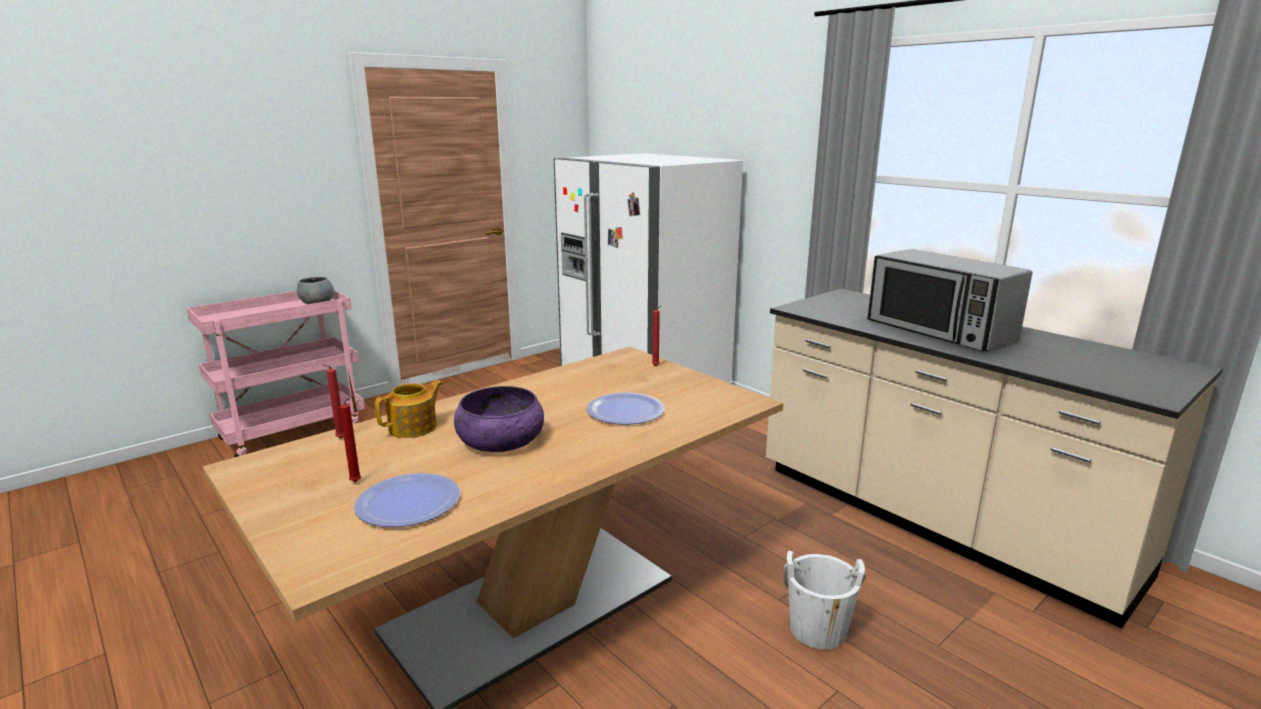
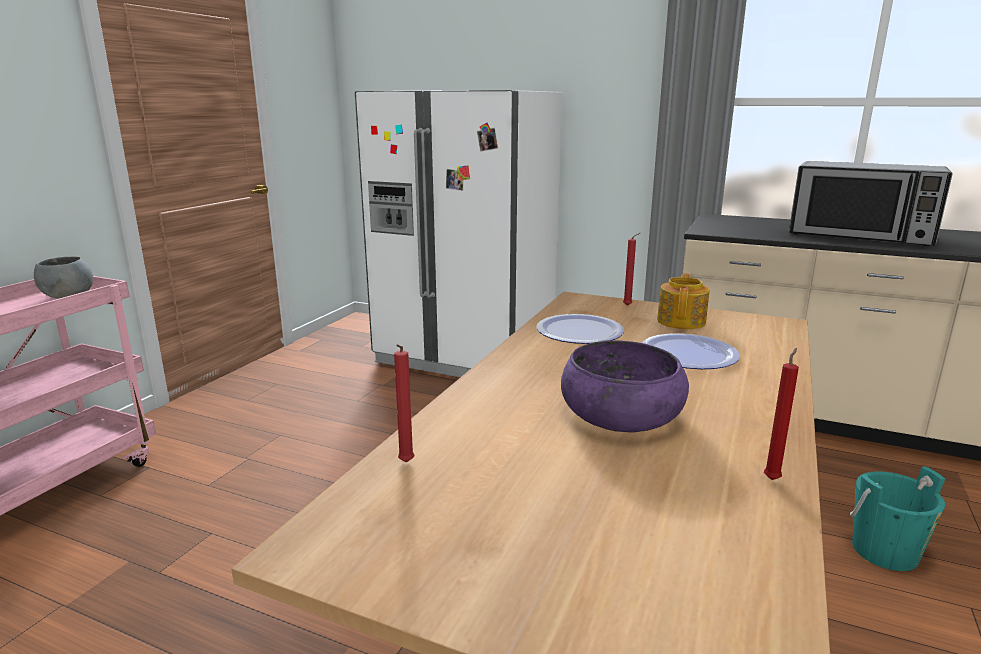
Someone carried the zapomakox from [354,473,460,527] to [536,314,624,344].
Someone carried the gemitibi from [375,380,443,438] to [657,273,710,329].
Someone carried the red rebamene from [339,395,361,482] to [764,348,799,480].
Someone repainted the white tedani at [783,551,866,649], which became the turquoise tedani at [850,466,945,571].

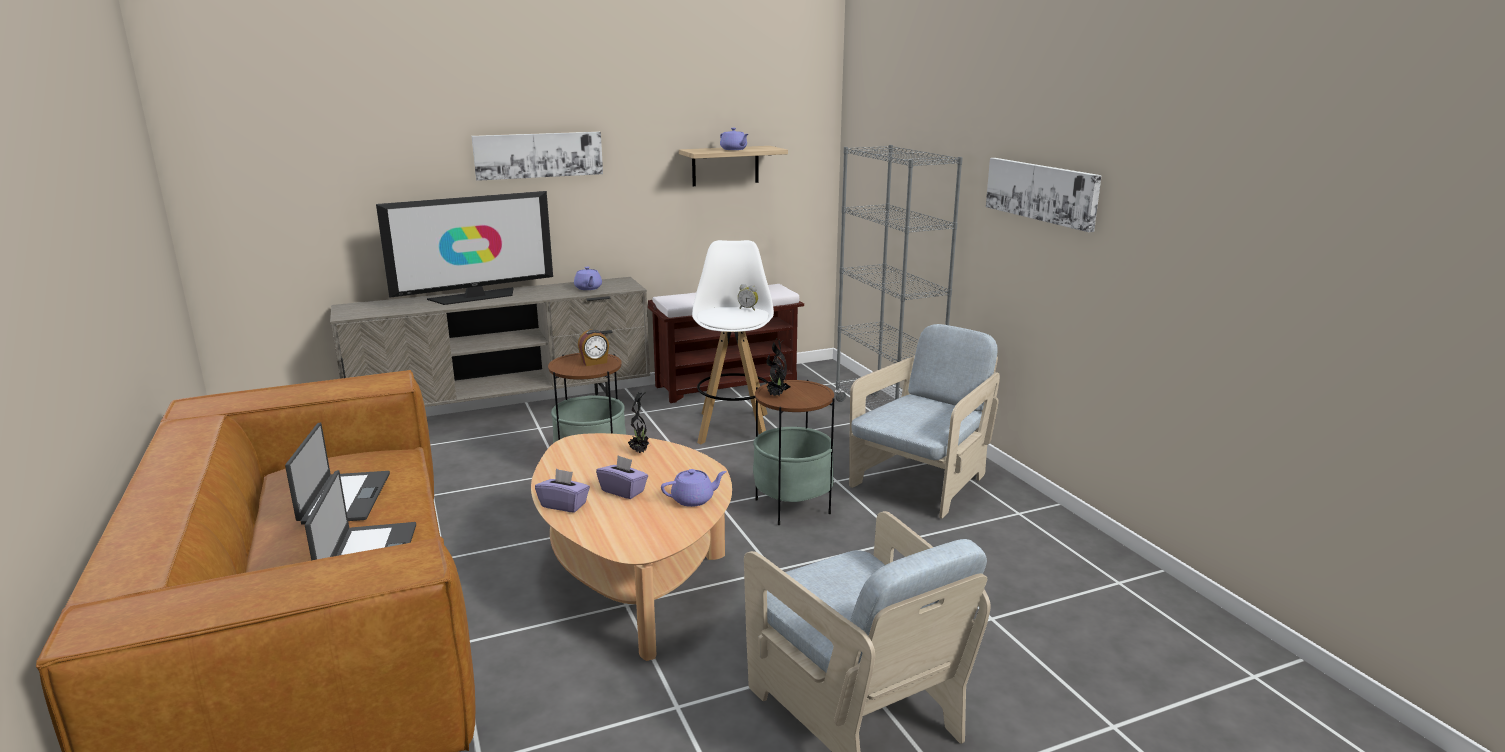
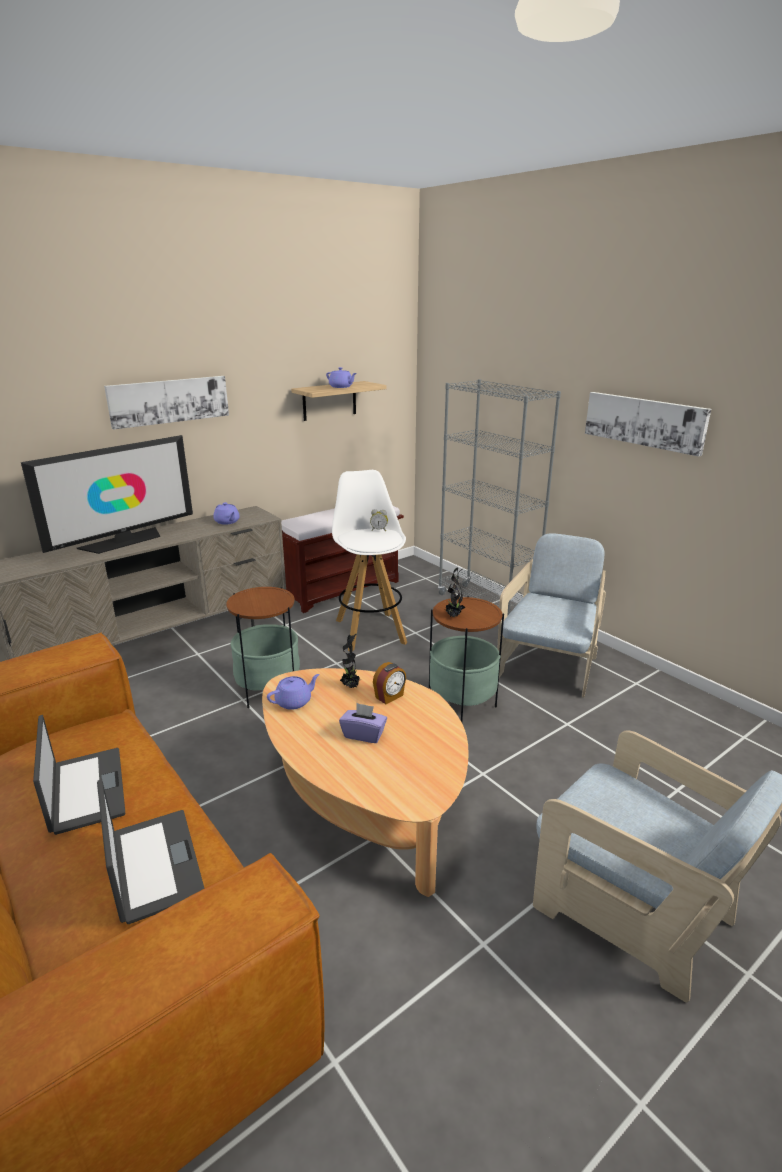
Someone carried the purple gemitibi from [661,469,727,507] to [267,674,320,710].
Someone carried the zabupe from [578,329,609,366] to [373,662,406,704].
Someone took away the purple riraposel at [535,469,590,513].

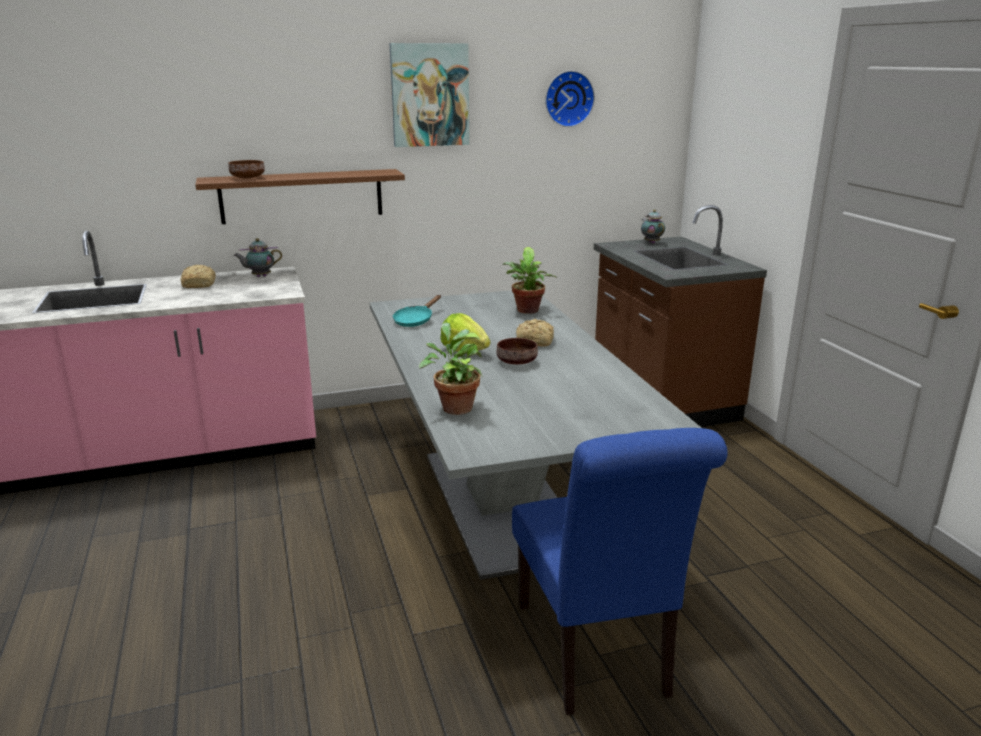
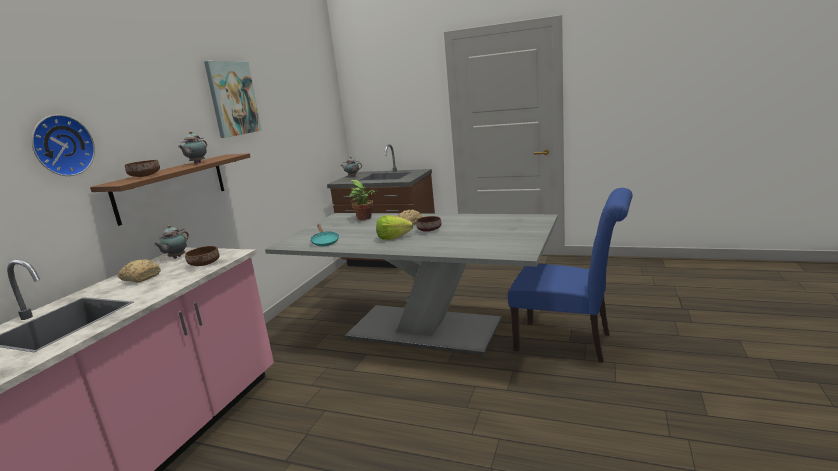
Someone carried the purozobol from [545,70,595,127] to [32,115,95,176].
Someone put down the gemitibi at [178,131,207,164].
Someone put down the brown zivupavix at [185,246,220,266].
Someone took away the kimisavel at [419,323,483,415].

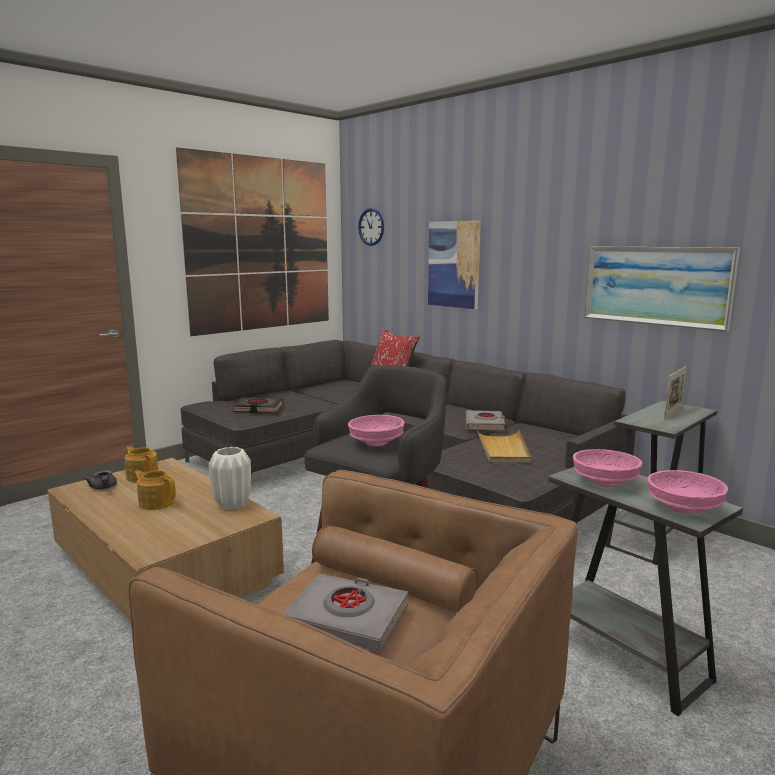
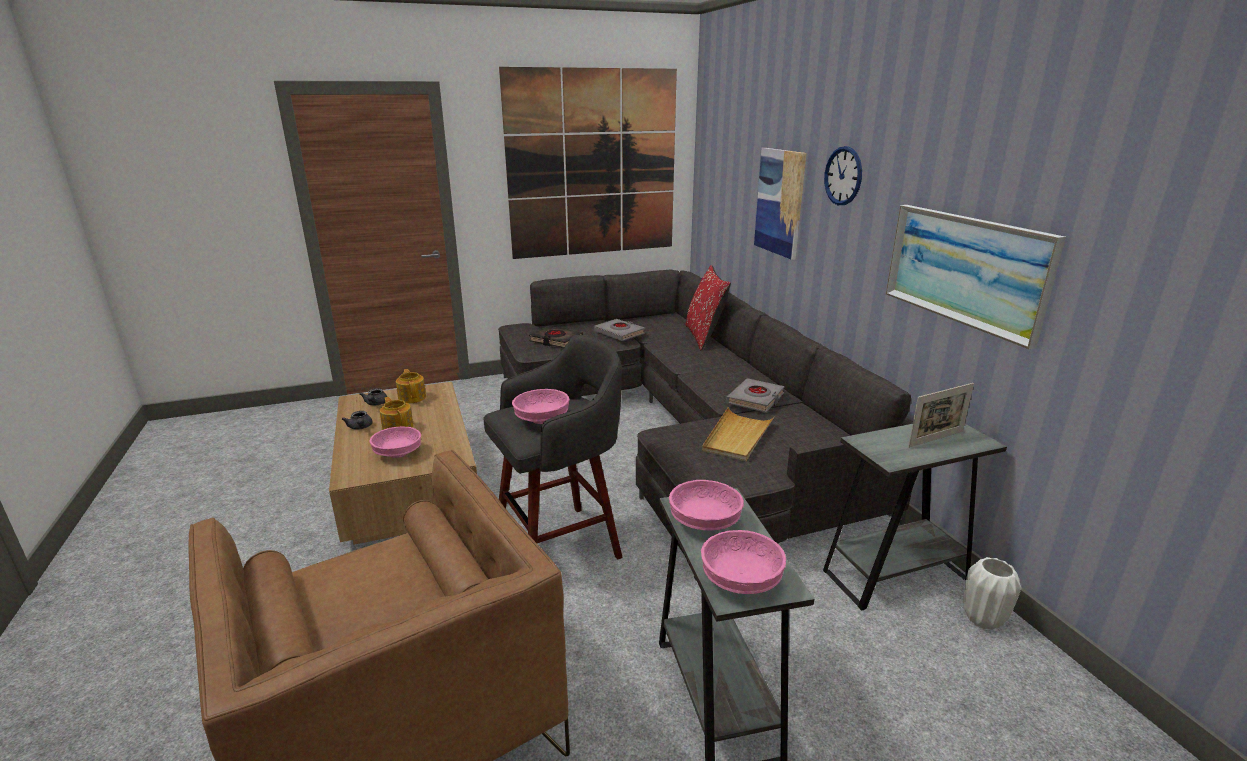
Someone put down the grey gemitibi at [342,411,372,430].
Someone put down the pink zivupavix at [369,427,421,458].
Someone carried the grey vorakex from [282,574,408,652] to [594,319,645,341].
Someone carried the purozobol from [358,208,384,246] to [824,146,862,205].
Someone carried the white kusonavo from [209,447,251,510] to [963,557,1021,630].

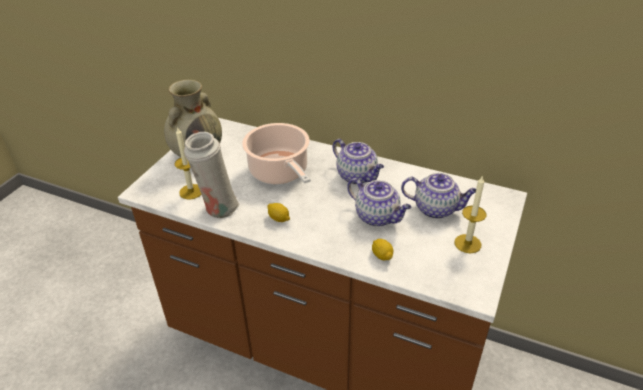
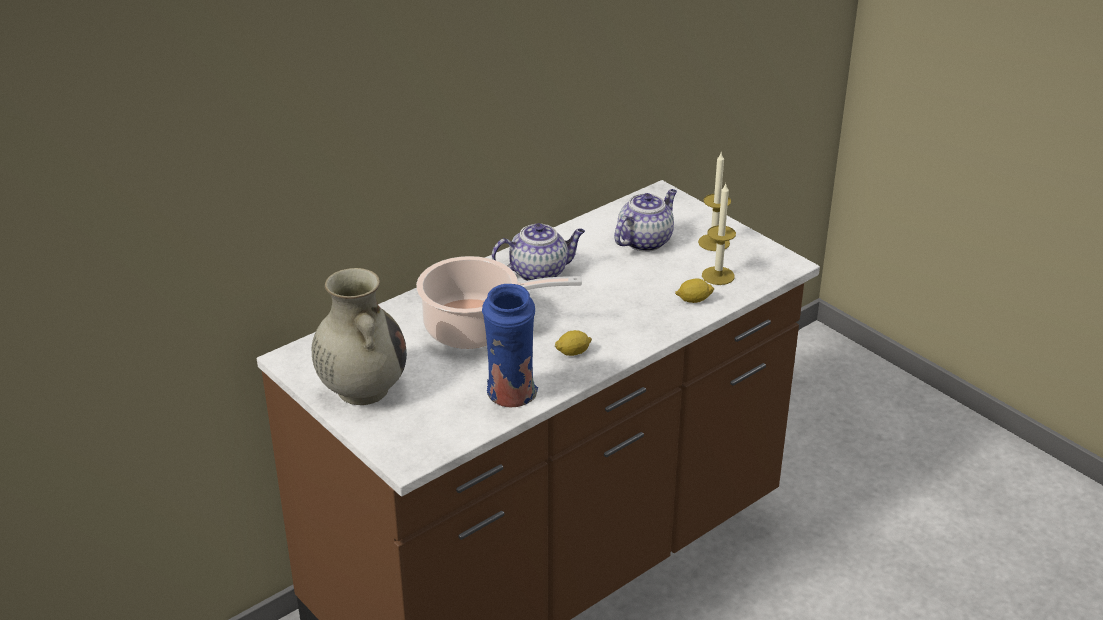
Someone repainted the white kusonavo at [184,132,240,218], which became the blue kusonavo at [482,284,538,407].
Someone carried the rebamene from [175,127,202,199] to [702,184,736,285].
Someone took away the gemitibi at [347,178,412,227].

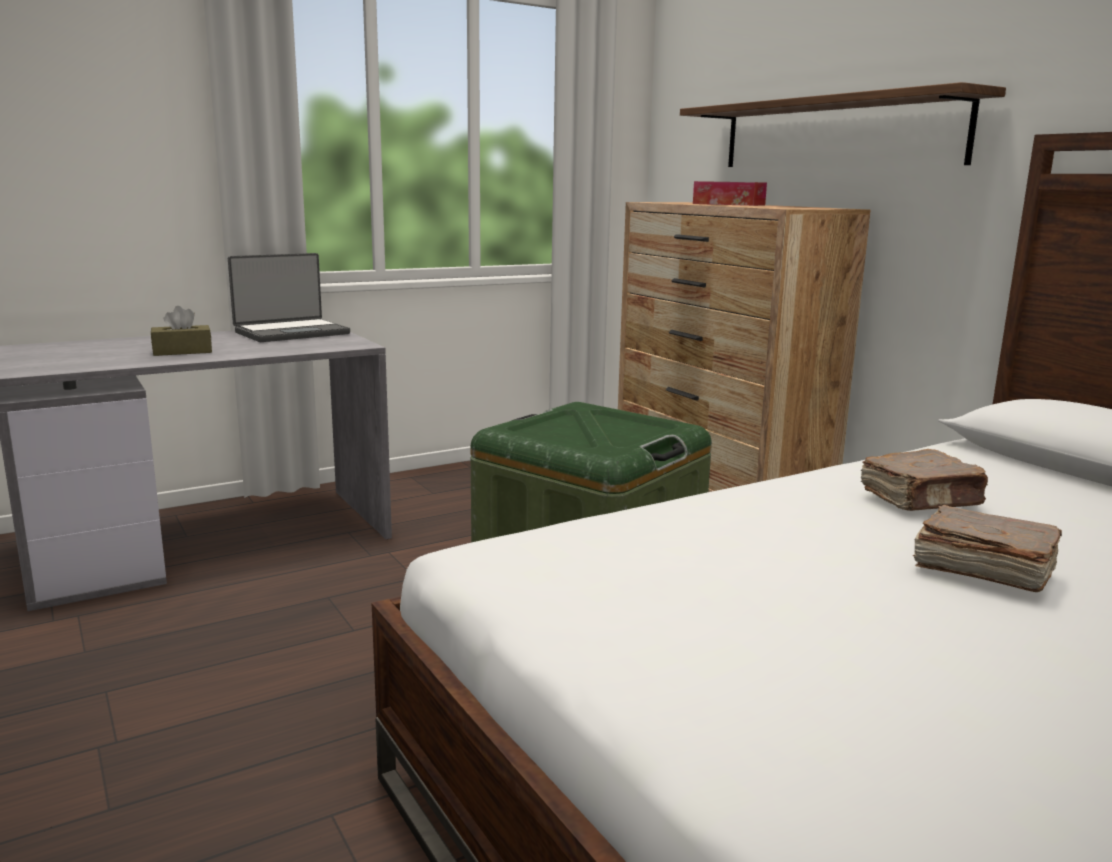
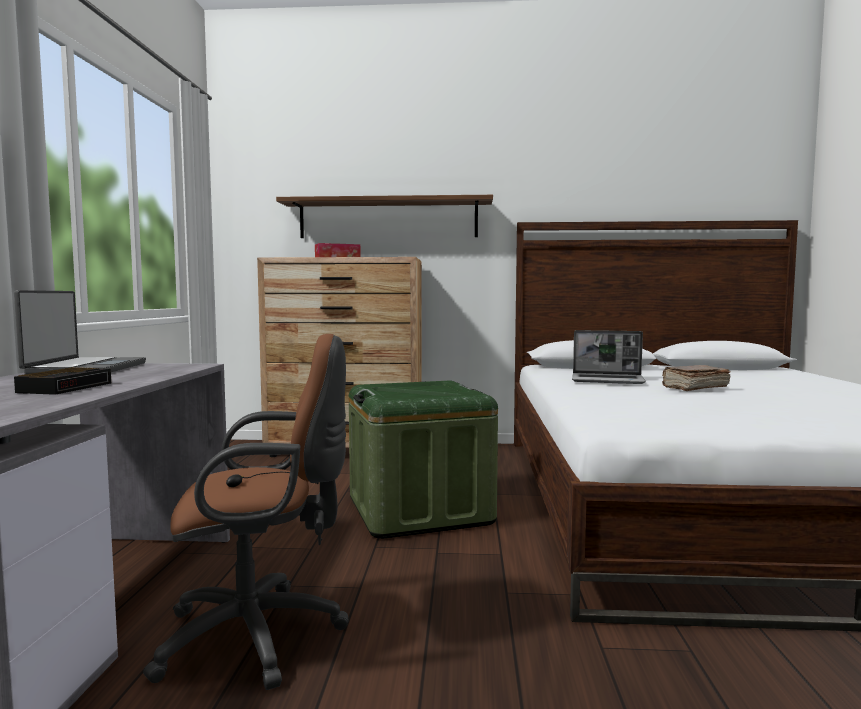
Someone swapped the brown riraposel at [151,306,212,356] for the zabupe at [14,367,111,395].
Someone put down the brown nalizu at [143,334,349,690].
Someone swapped the brown vorakex at [861,449,988,511] for the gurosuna at [572,330,646,384].

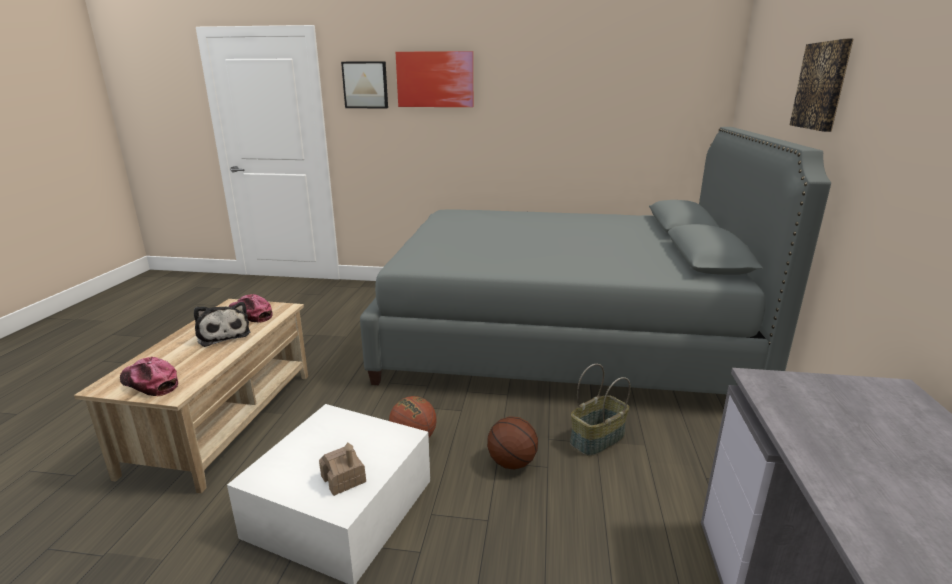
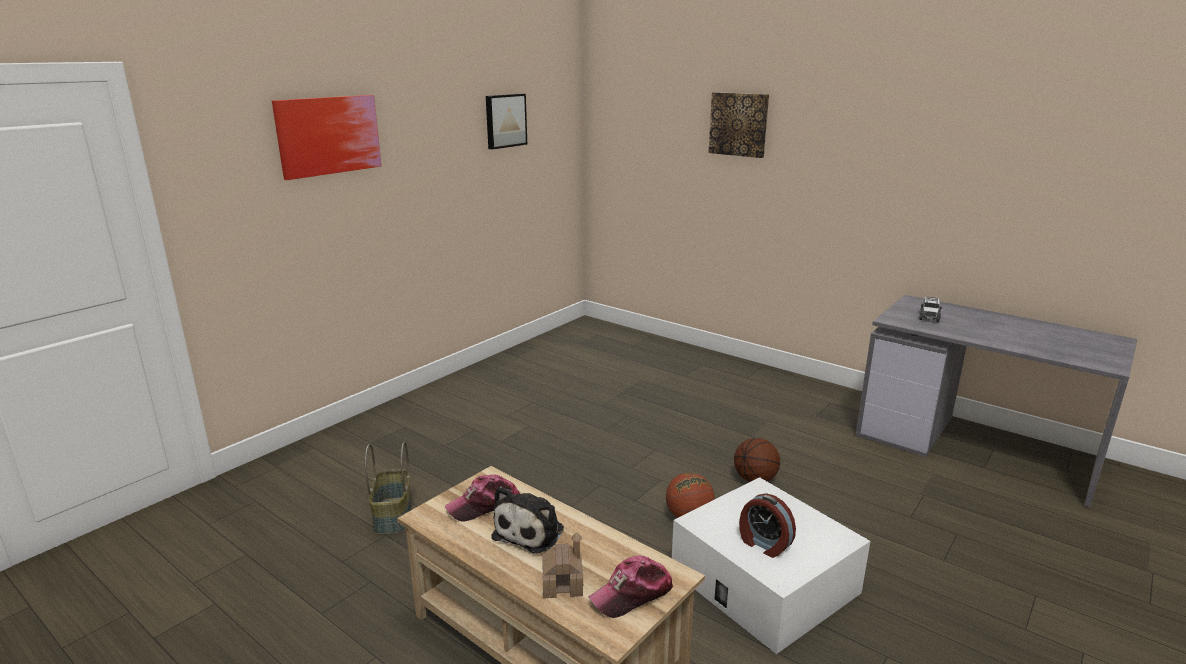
Someone carried the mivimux from [570,364,631,456] to [365,442,411,534].
Someone carried the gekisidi from [341,61,388,109] to [486,94,527,149].
Someone rotated the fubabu at [194,302,251,347] by 120 degrees clockwise.
Someone carried the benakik from [319,443,366,496] to [542,532,583,598].
Someone put down the zabupe at [739,493,796,558].
Someone put down the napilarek at [919,296,942,322].
Someone took away the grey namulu at [360,127,831,394].

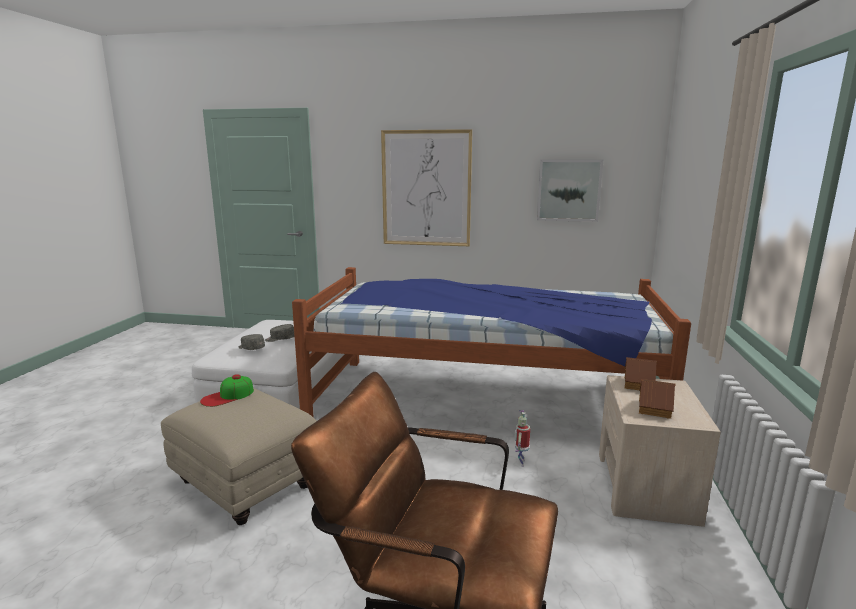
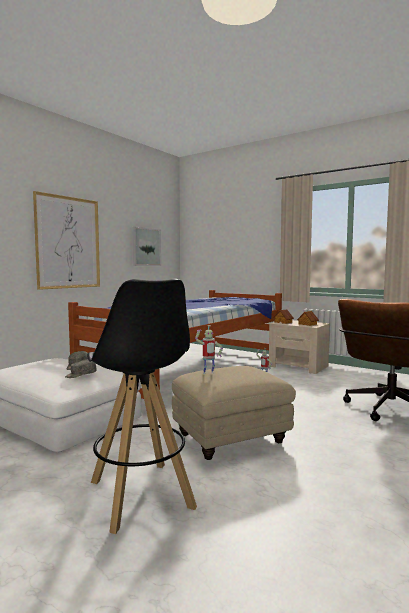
Someone put down the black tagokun at [87,279,197,534].
Someone swapped the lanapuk at [200,374,254,407] for the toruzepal at [195,325,223,374].

